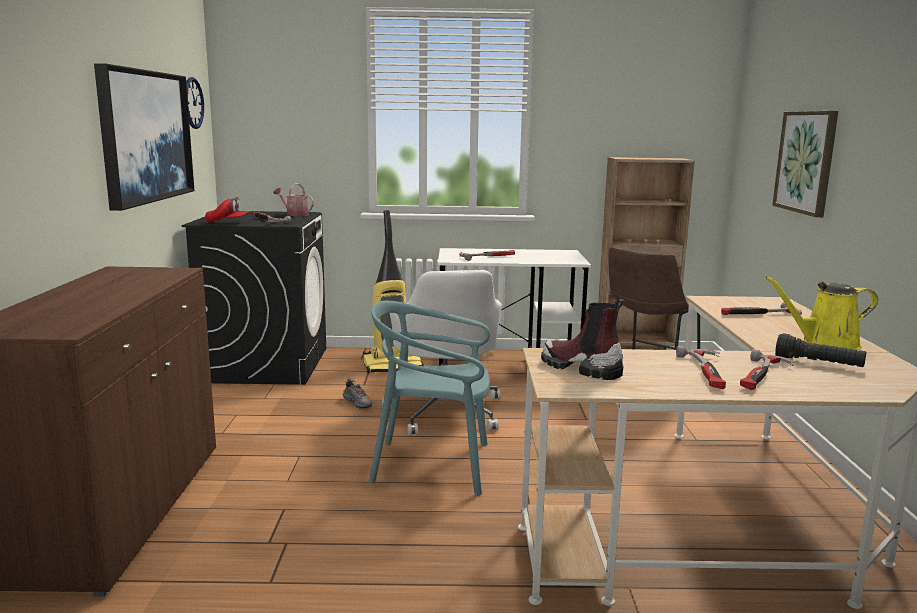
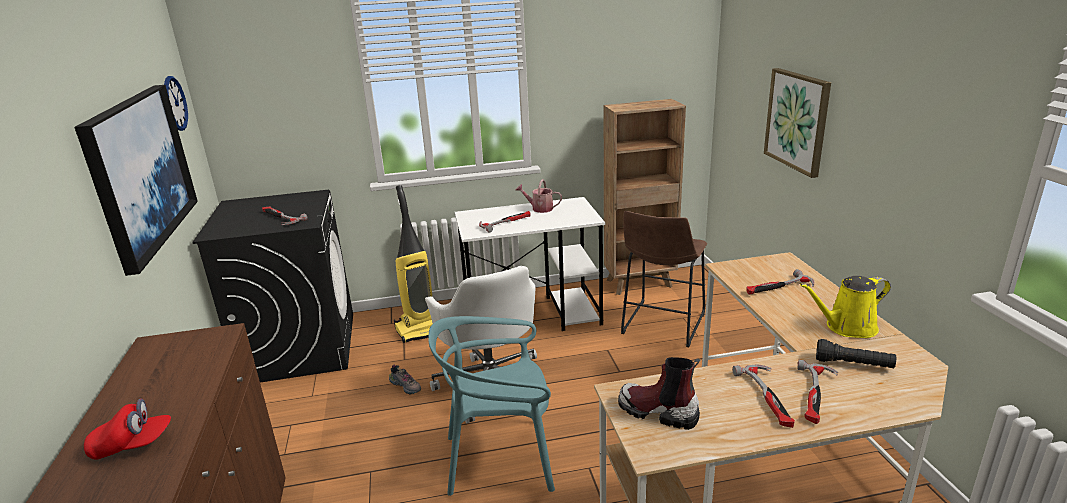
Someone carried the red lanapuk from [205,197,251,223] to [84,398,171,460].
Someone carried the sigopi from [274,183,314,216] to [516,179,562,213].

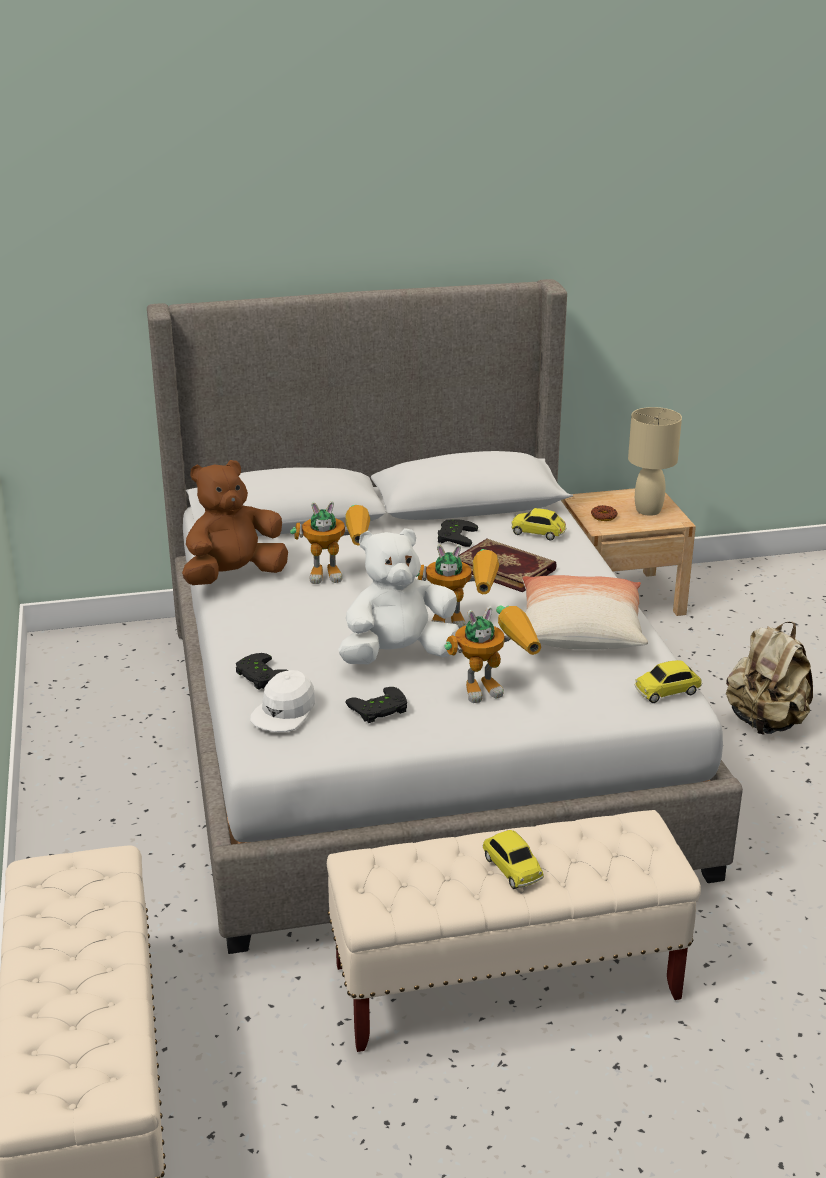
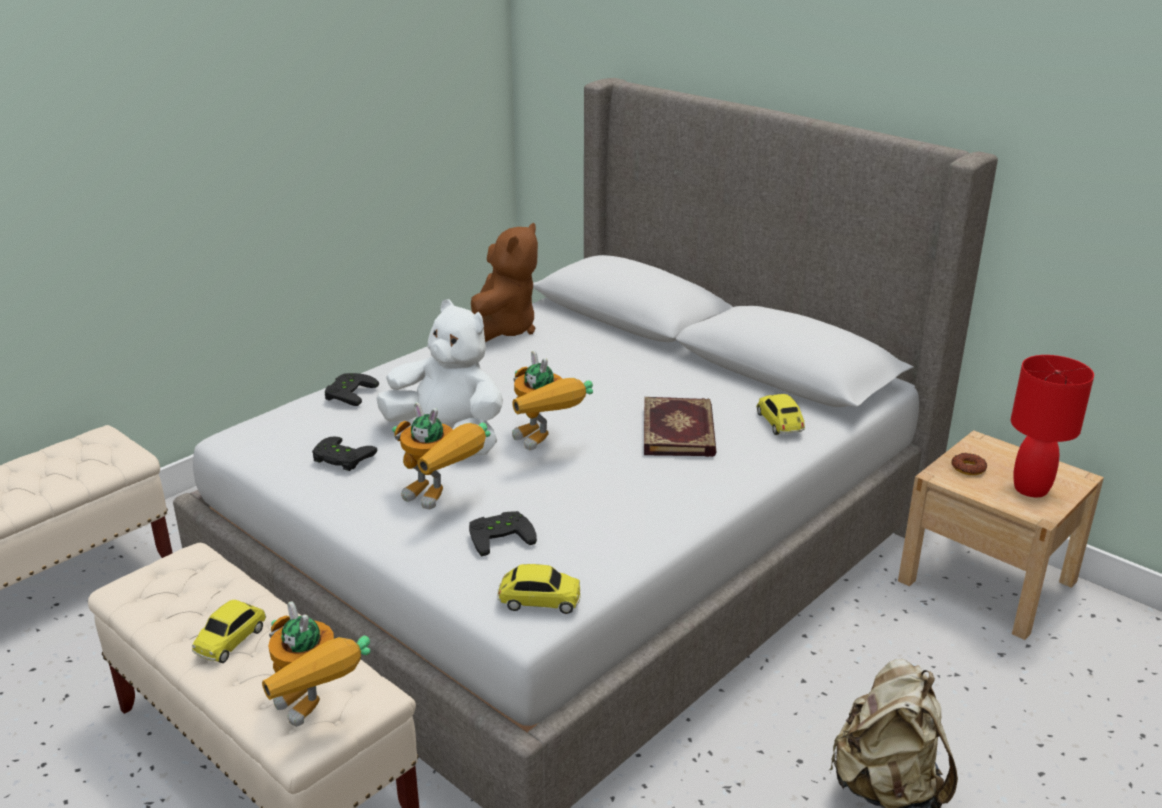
Someone carried the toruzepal from [290,501,370,584] to [262,601,370,727].
Someone carried the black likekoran from [438,519,478,547] to [469,511,537,557].
Someone rotated the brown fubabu at [182,460,288,585] by 90 degrees clockwise.
Someone rotated the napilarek at [635,660,702,703] by 150 degrees clockwise.
Someone repainted the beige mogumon at [628,407,682,516], which became the red mogumon at [1011,355,1094,497].
Someone took away the white lanapuk at [250,670,315,732].
Someone took away the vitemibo at [522,575,648,649].

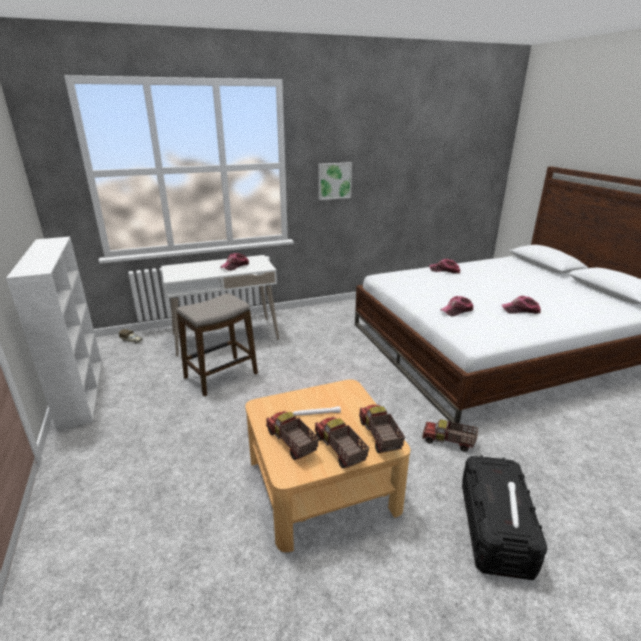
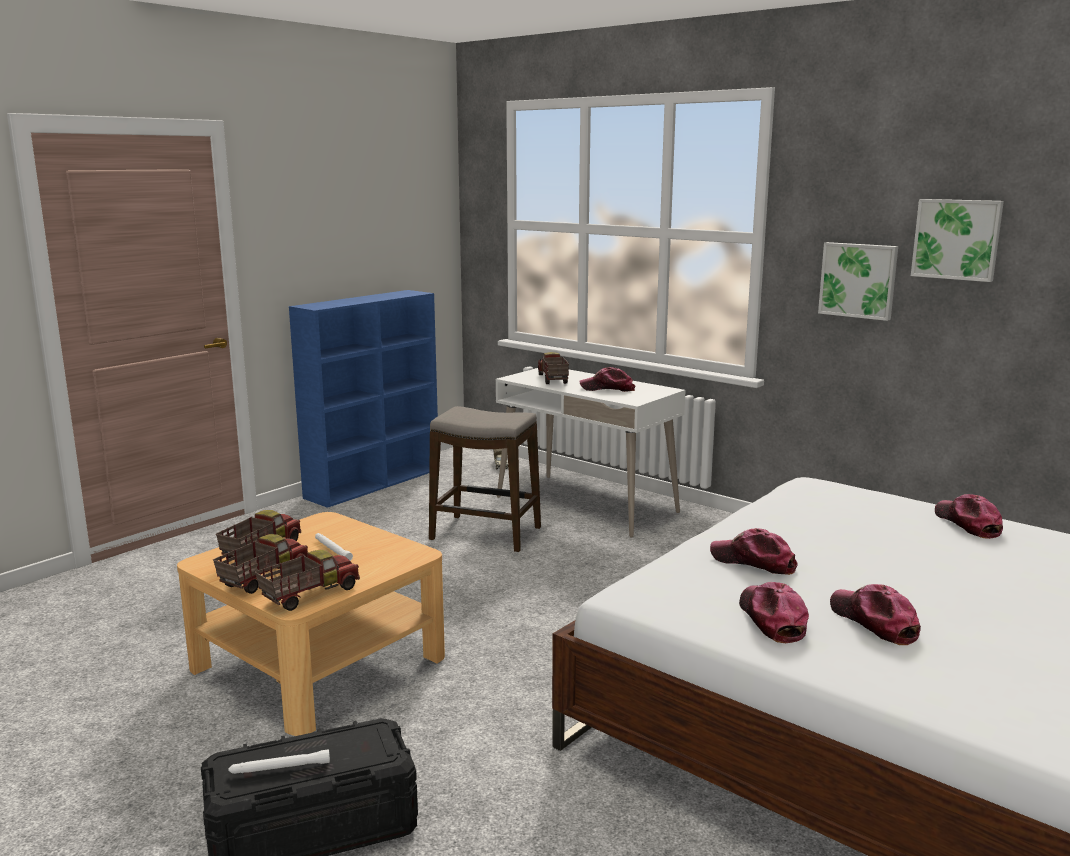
Someone repainted the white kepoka at [6,237,102,430], which became the blue kepoka at [289,290,438,508].
Someone carried the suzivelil from [422,419,478,452] to [538,352,569,384].
Someone put down the lanapuk at [739,582,809,643].
Someone put up the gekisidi at [911,199,1004,282].

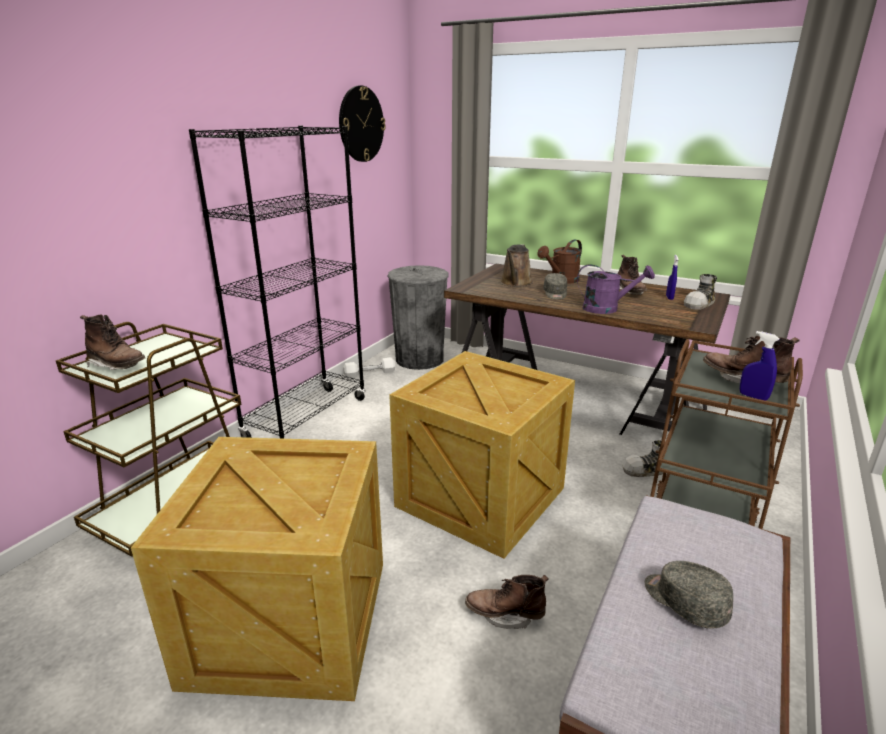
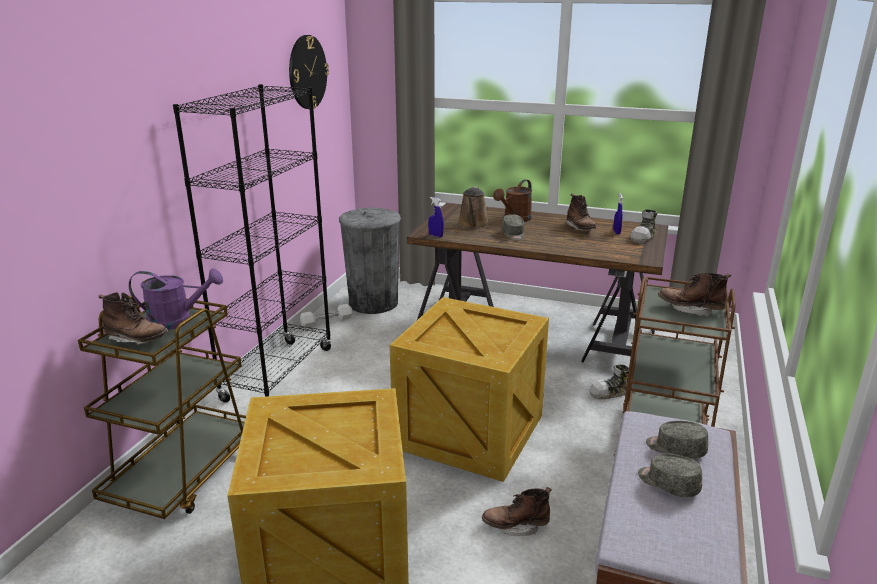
Someone carried the purple sigopi from [577,264,655,314] to [129,268,223,330].
Someone carried the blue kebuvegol from [740,331,779,401] to [428,197,444,237].
Someone put down the grey lanapuk at [646,421,708,459].

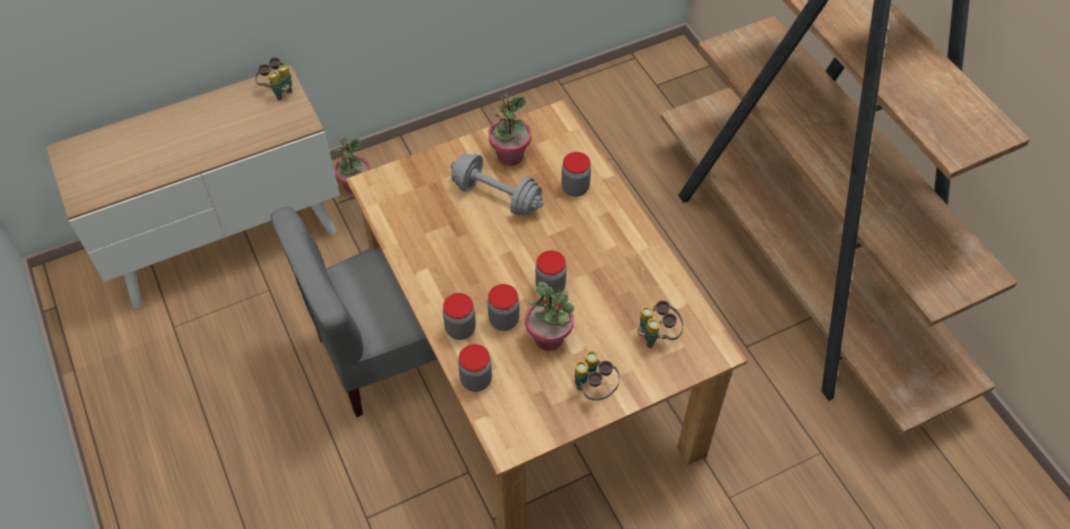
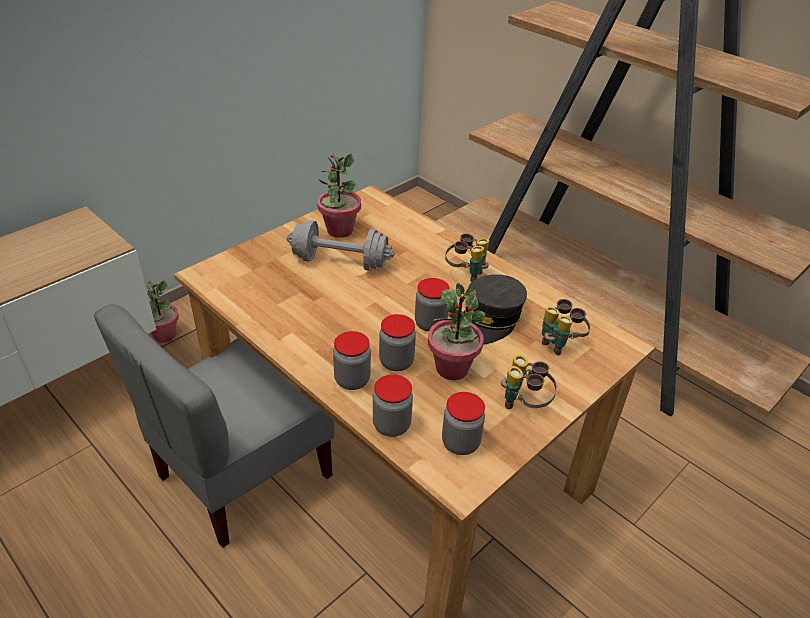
Someone carried the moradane from [561,152,591,197] to [442,392,485,455].
Someone carried the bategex from [255,57,292,101] to [445,233,489,283].
Someone put down the grey lanapuk at [463,274,527,345].

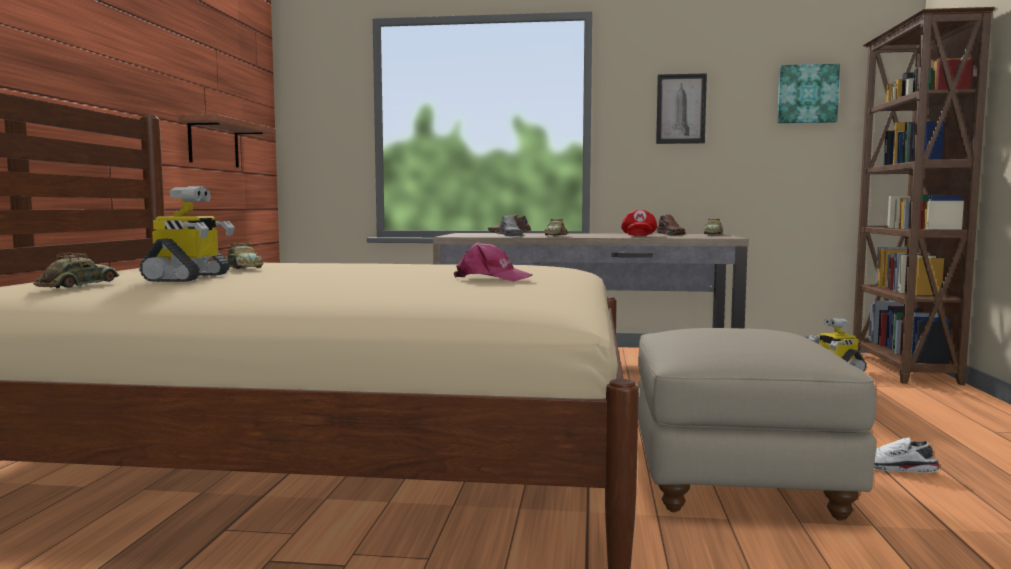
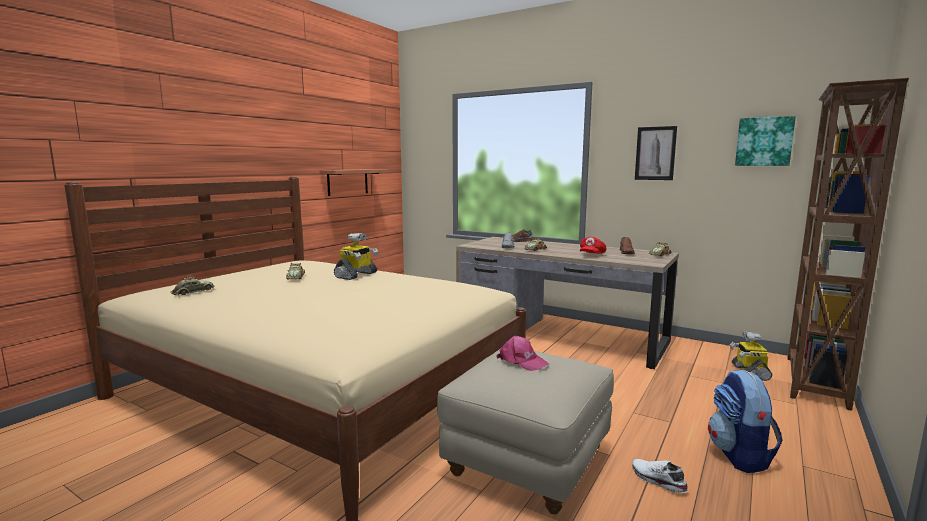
Someone carried the toruzepal from [139,186,234,282] to [334,233,378,280].
Someone carried the pink lanapuk from [454,242,533,281] to [496,336,549,371].
Someone put down the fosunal at [708,370,783,473].

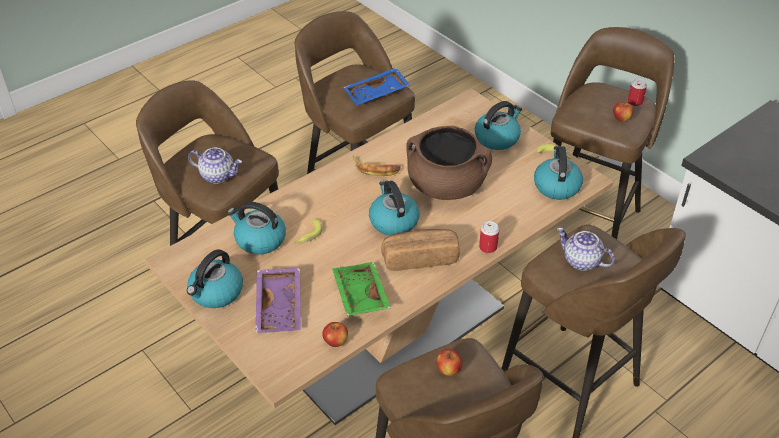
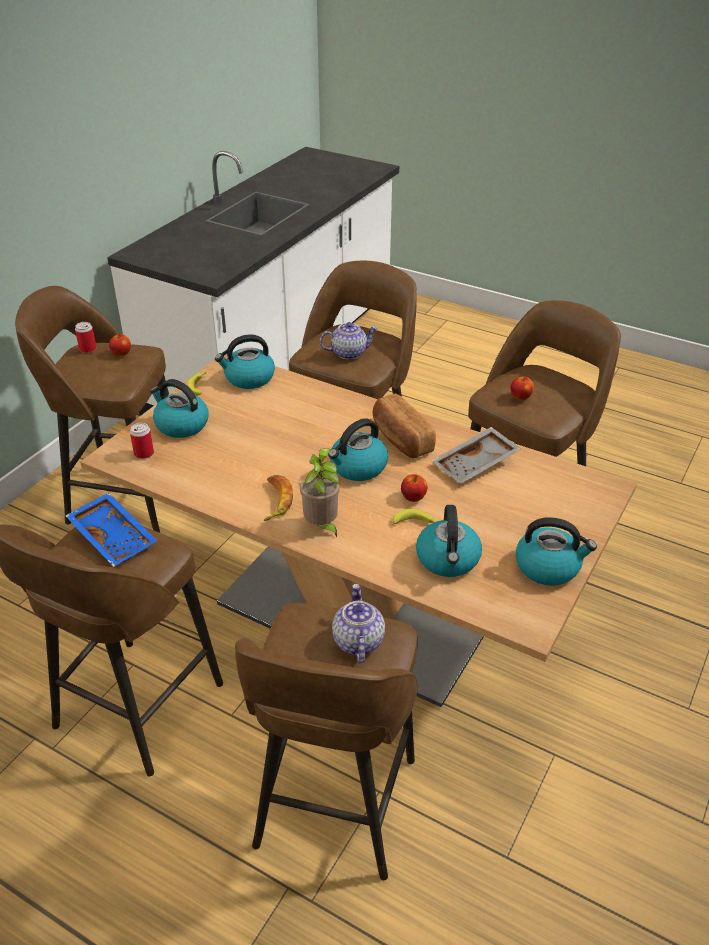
Someone carried the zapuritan from [479,221,499,253] to [130,423,154,459].
Someone put down the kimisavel at [300,448,340,537].
Someone rotated the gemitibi at [557,227,615,271] by 120 degrees counterclockwise.
Someone carried the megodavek from [322,322,348,347] to [401,474,427,502].
Someone repainted the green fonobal at [332,262,391,316], which became the grey fonobal at [432,427,521,484].
Someone took away the purple fonobal at [256,268,301,333].
Someone took away the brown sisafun at [406,126,492,200].

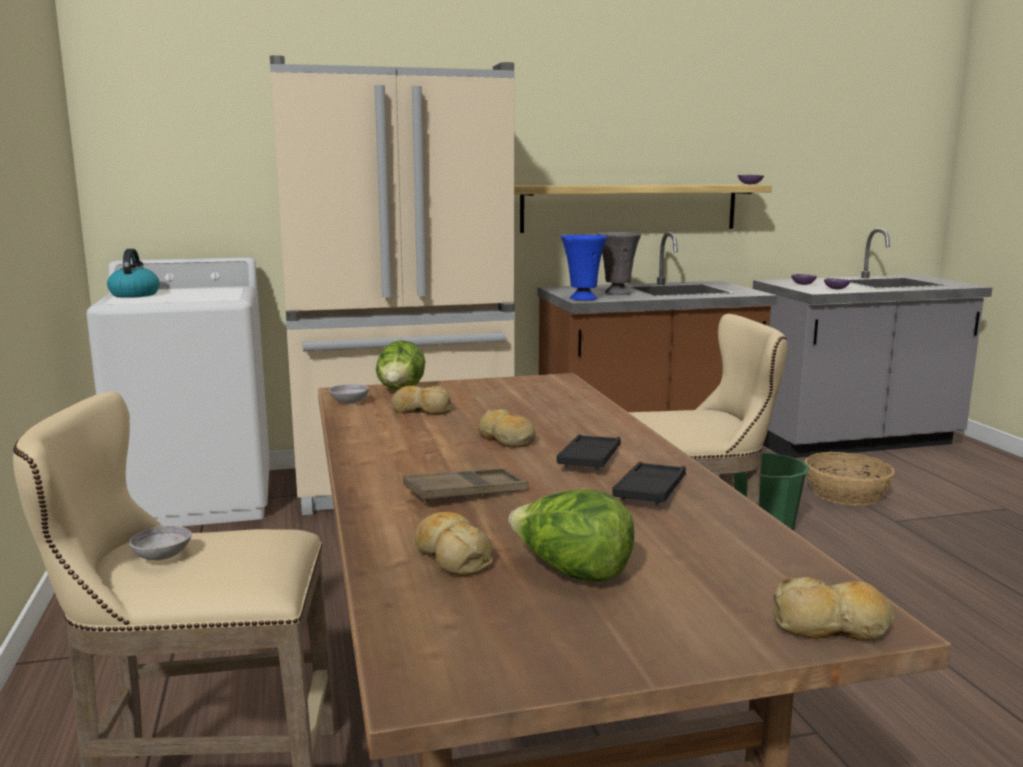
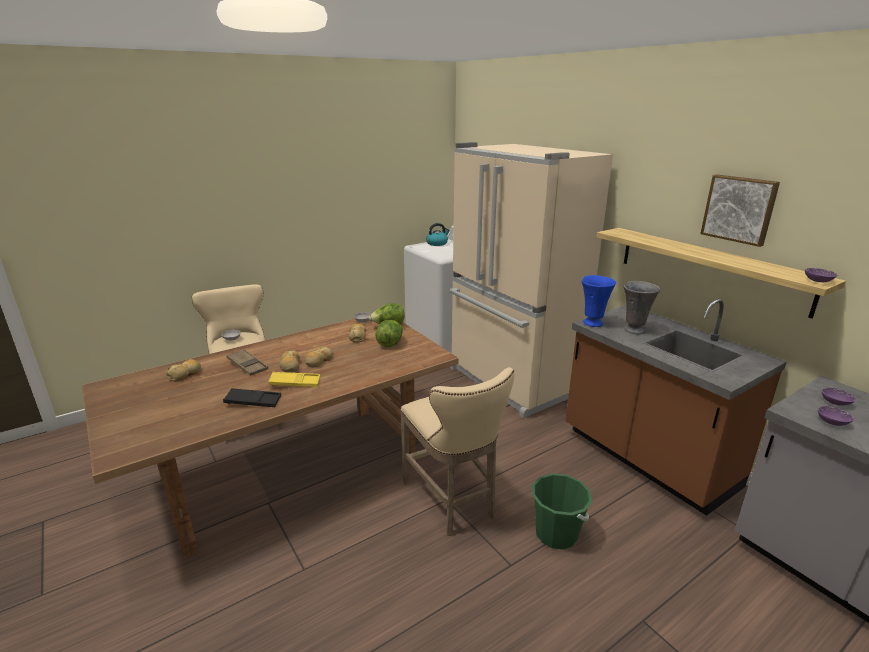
Someone repainted the black fonobal at [557,434,621,471], which became the yellow fonobal at [268,372,320,387].
Someone carried the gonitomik from [773,577,894,641] to [280,350,300,373].
Someone carried the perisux from [508,490,634,583] to [375,320,403,347].
Someone put up the gekisidi at [700,174,780,247].
Someone took away the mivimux at [805,452,895,506].

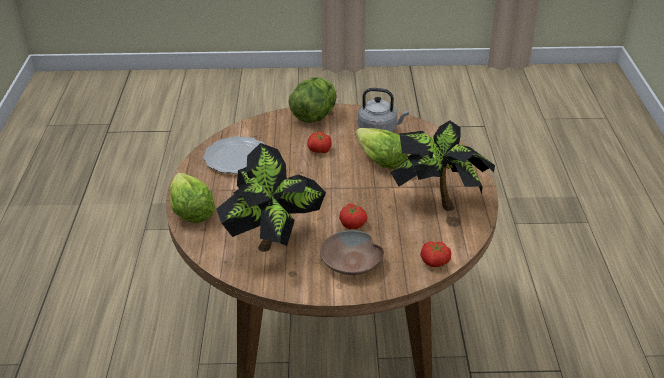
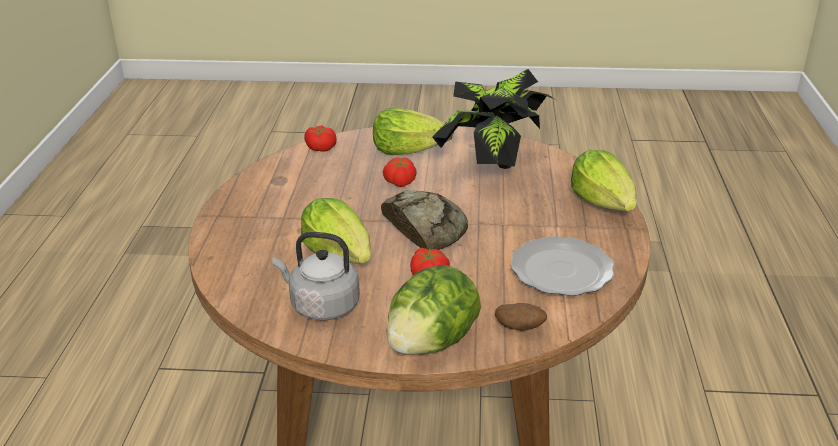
Someone swapped the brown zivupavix at [320,230,384,275] for the perisux at [373,108,454,155].
Someone put down the gonitomik at [381,190,468,250].
Someone put down the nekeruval at [495,303,547,330].
Someone took away the kimisavel at [391,120,495,211].

